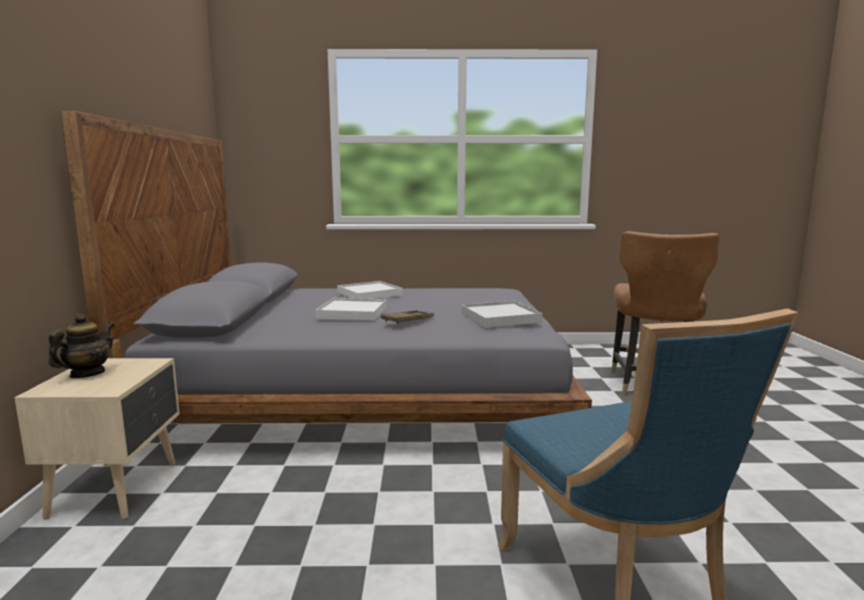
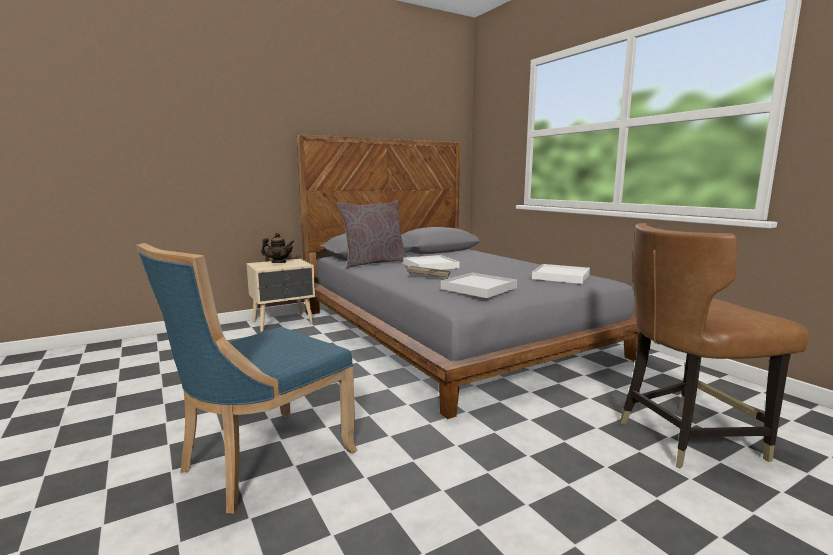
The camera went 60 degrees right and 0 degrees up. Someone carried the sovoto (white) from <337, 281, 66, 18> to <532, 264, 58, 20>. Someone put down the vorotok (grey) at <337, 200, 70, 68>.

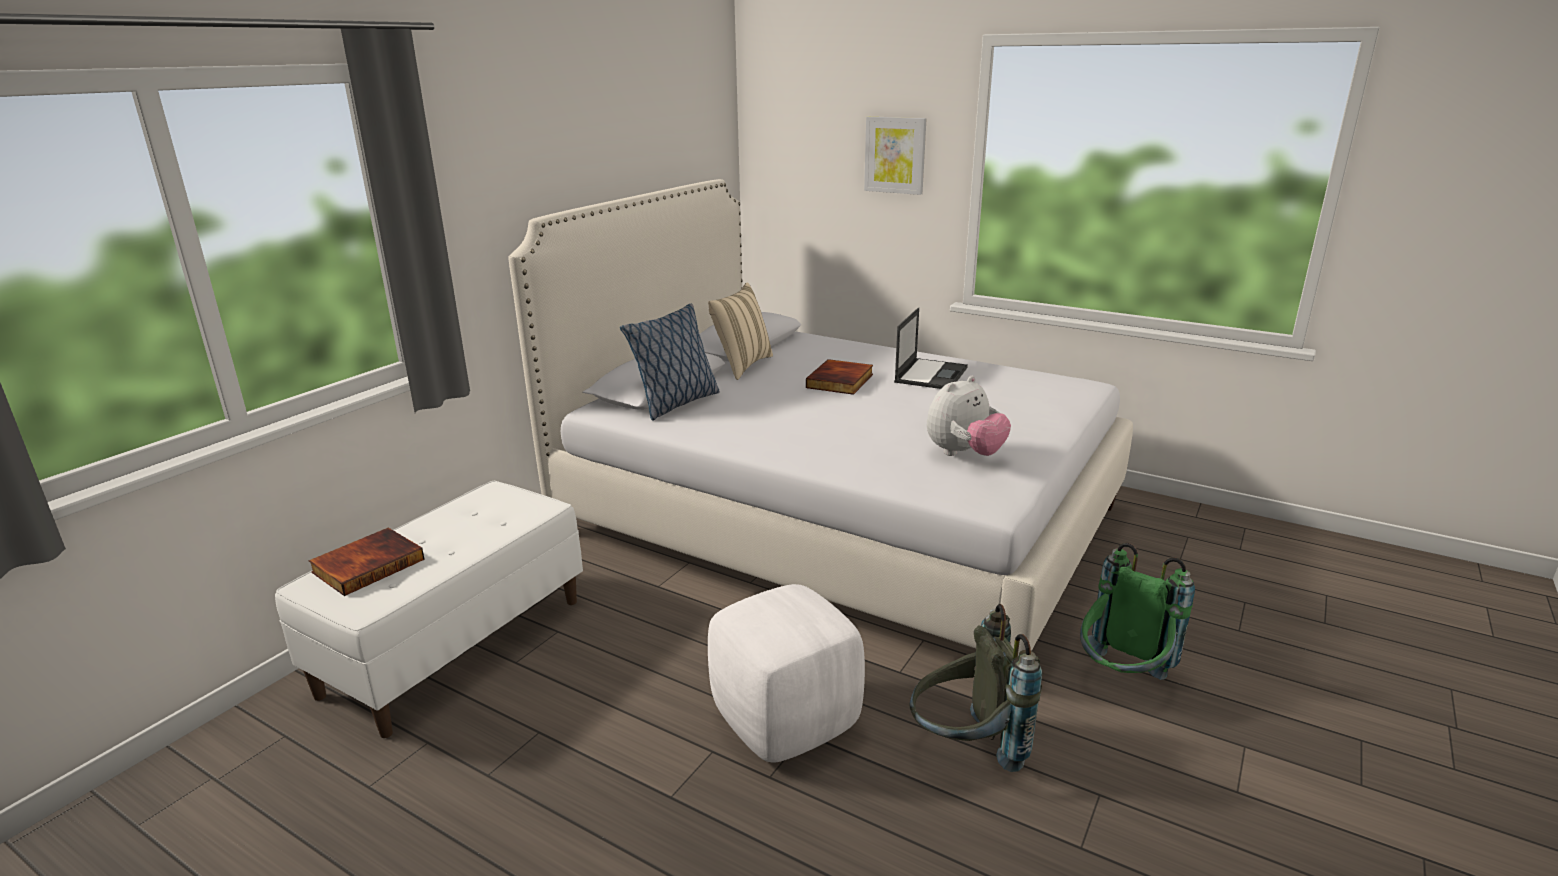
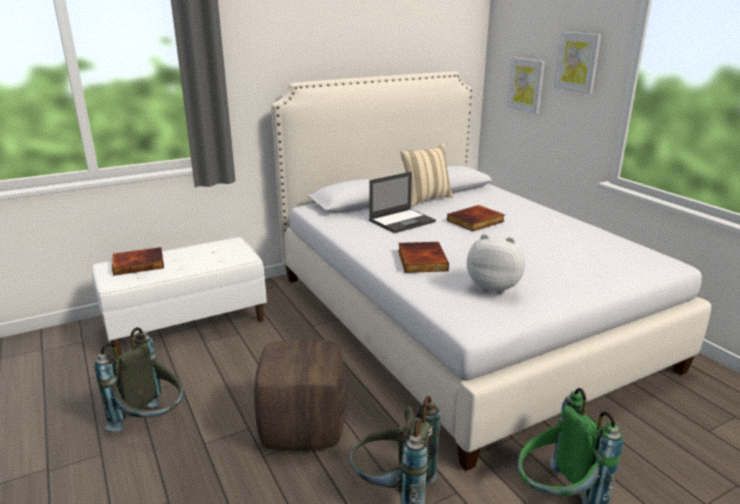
The camera went 30 degrees right and 0 degrees up. Someone took away the vorotok at <620, 304, 100, 117>. Someone repainted the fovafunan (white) at <708, 584, 157, 179>, which became the fovafunan (brown) at <254, 340, 92, 110>. Someone carried the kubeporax from <894, 308, 74, 81> to <369, 172, 67, 61>. Someone rotated the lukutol at <927, 376, 84, 80> by 150 degrees counterclockwise. Someone put down the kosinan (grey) at <94, 327, 89, 104>. Someone put down the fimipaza at <398, 242, 51, 31>. Someone put up the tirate at <507, 57, 38, 57>.

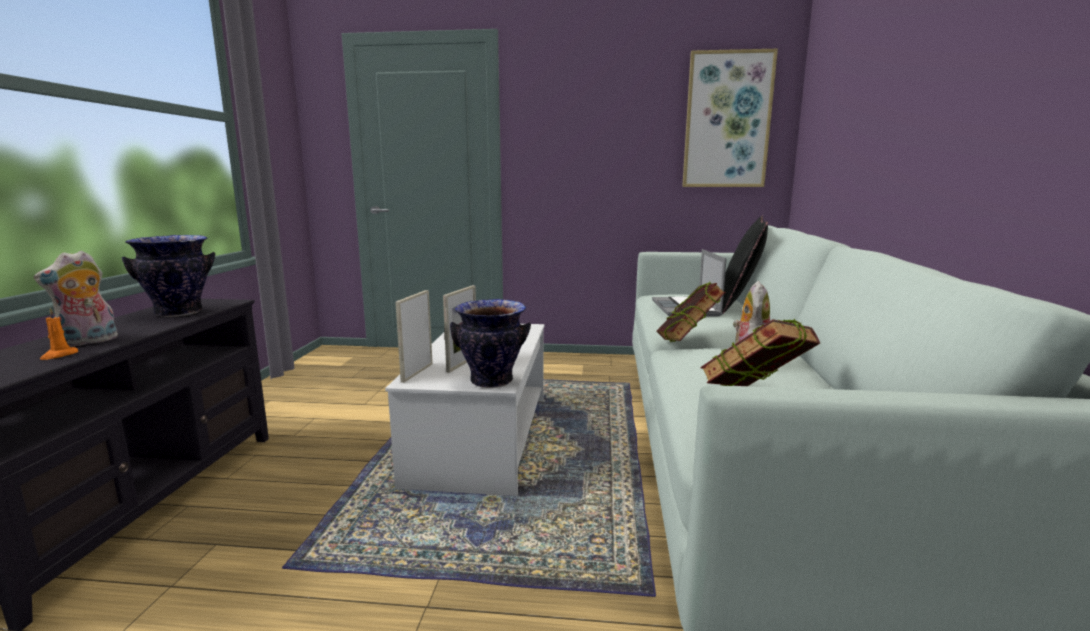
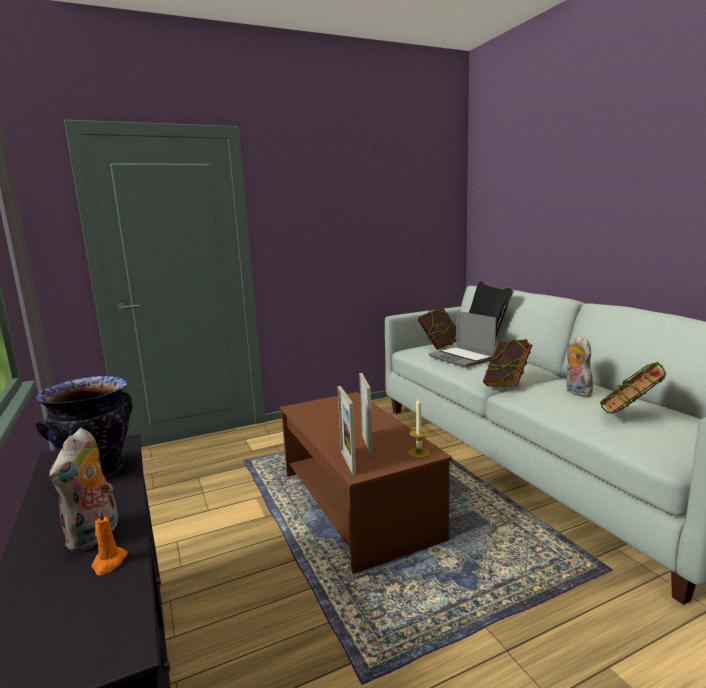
The camera went 30 degrees left and 0 degrees up. Someone repainted the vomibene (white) at <385, 324, 159, 172>, which became the vomibene (brown) at <280, 392, 172, 182>. Someone swapped the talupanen at <450, 299, 81, 89> for the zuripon at <408, 397, 22, 61>. Someone took away the tirate at <682, 49, 96, 138>. Someone put down the fimipaza at <418, 307, 38, 43>.

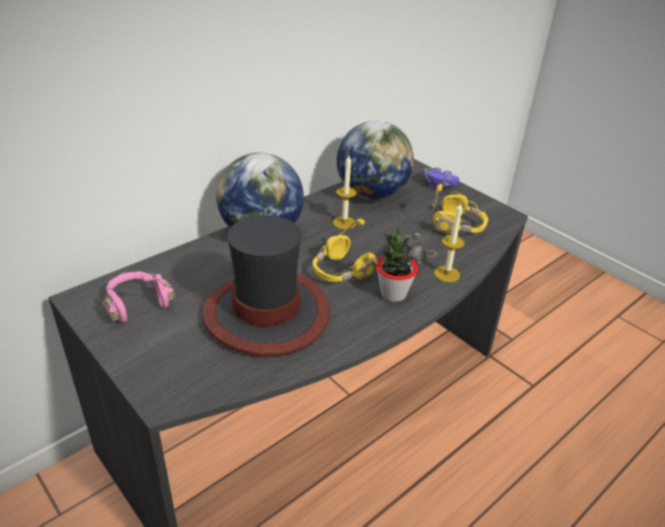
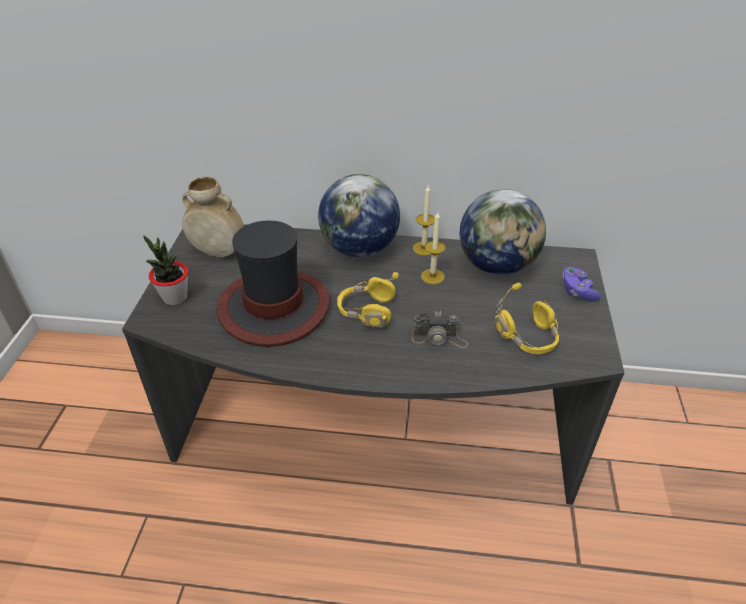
The camera went 50 degrees right and 5 degrees up. Someone swapped the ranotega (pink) at <103, 271, 72, 51> for the talupanen (beige) at <182, 176, 62, 81>. Someone carried the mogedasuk from <376, 228, 42, 74> to <144, 235, 44, 70>. Someone carried the zuripon from <434, 203, 31, 79> to <413, 185, 22, 71>.

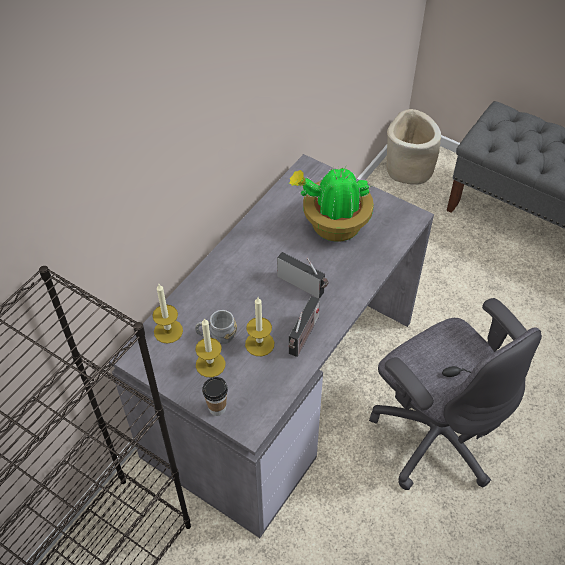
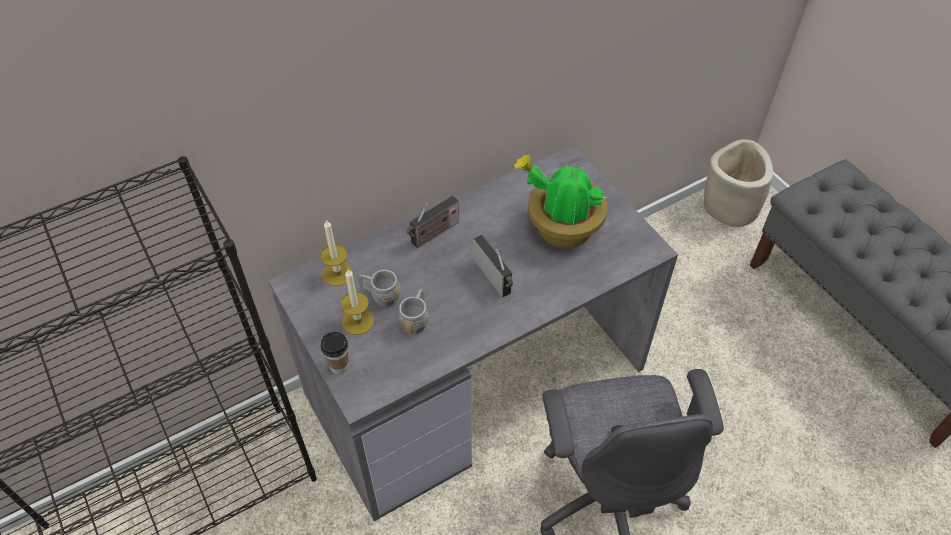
The camera went 25 degrees right and 0 degrees up. Someone swapped the zuripon at <245, 297, 29, 59> for the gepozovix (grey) at <398, 289, 30, 46>. Someone carried the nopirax from <289, 296, 31, 61> to <407, 196, 52, 52>.

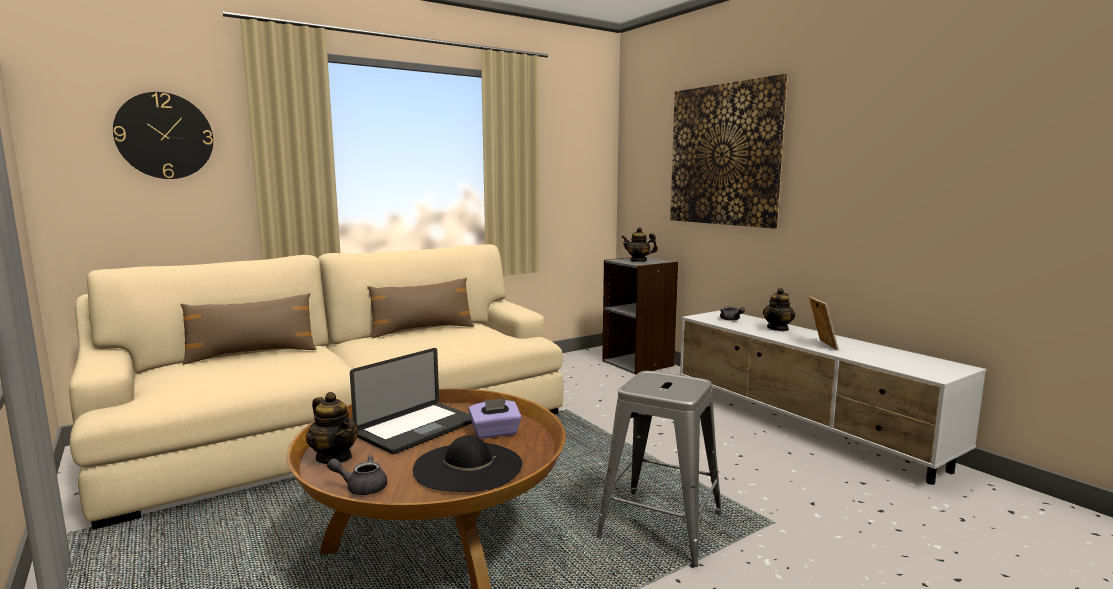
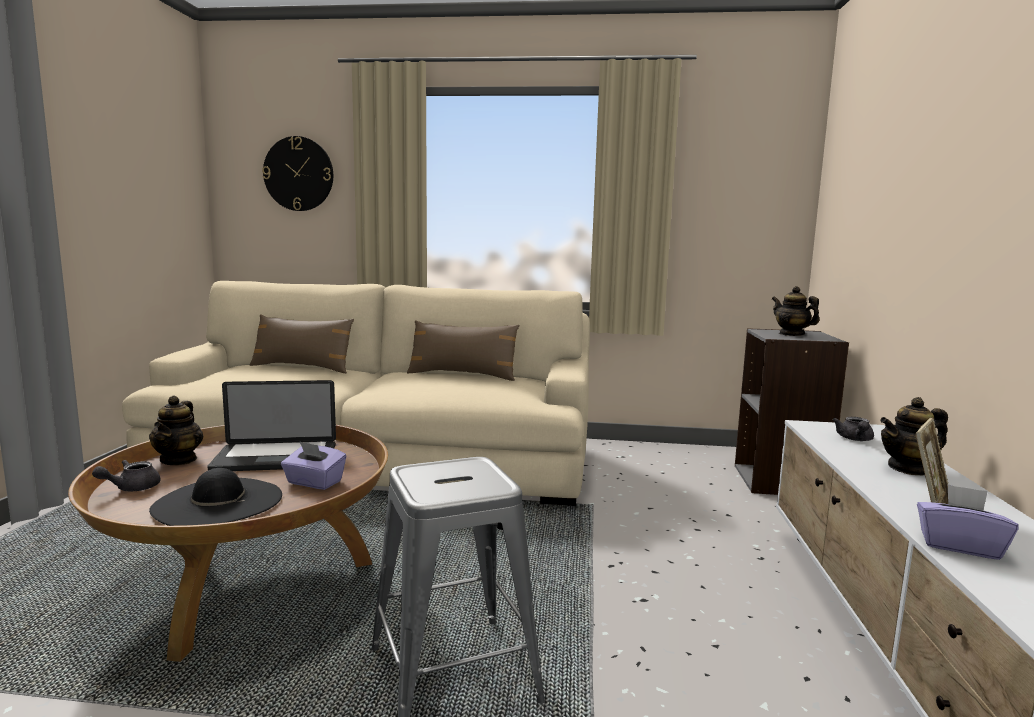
The camera went 40 degrees right and 0 degrees up. Someone rotated the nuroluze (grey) at <327, 455, 60, 40> by 90 degrees counterclockwise. Someone took away the tirate at <670, 74, 118, 154>. Someone put down the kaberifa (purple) at <917, 484, 102, 76>.

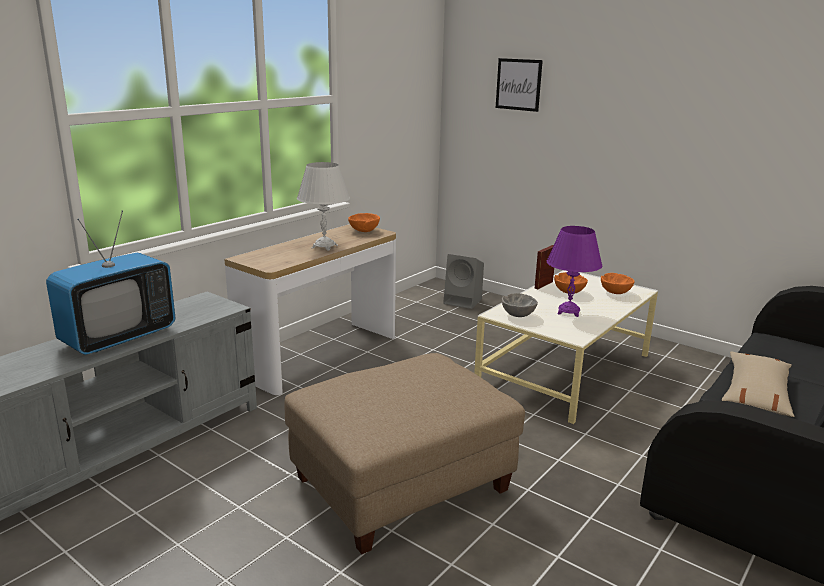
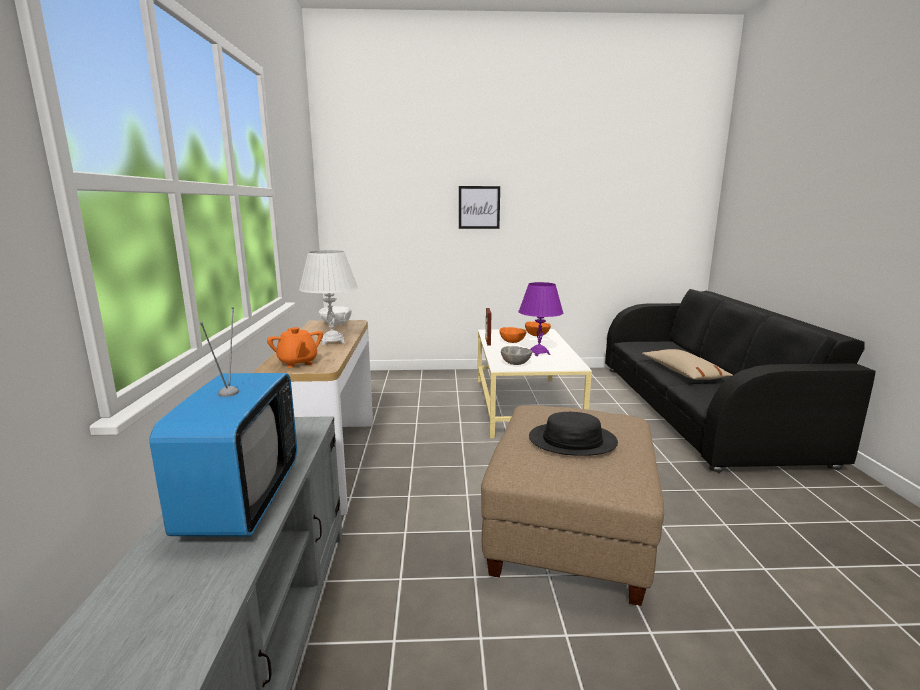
The camera went 40 degrees left and 5 degrees down. Someone repainted the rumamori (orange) at <348, 213, 32, 19>, which became the rumamori (white) at <319, 306, 33, 19>. Someone took away the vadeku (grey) at <443, 254, 41, 55>. Someone carried the tirate from <496, 58, 47, 54> to <459, 186, 41, 43>. Someone put down the nuroluze (orange) at <267, 327, 56, 41>. Someone put down the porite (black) at <529, 412, 89, 44>.

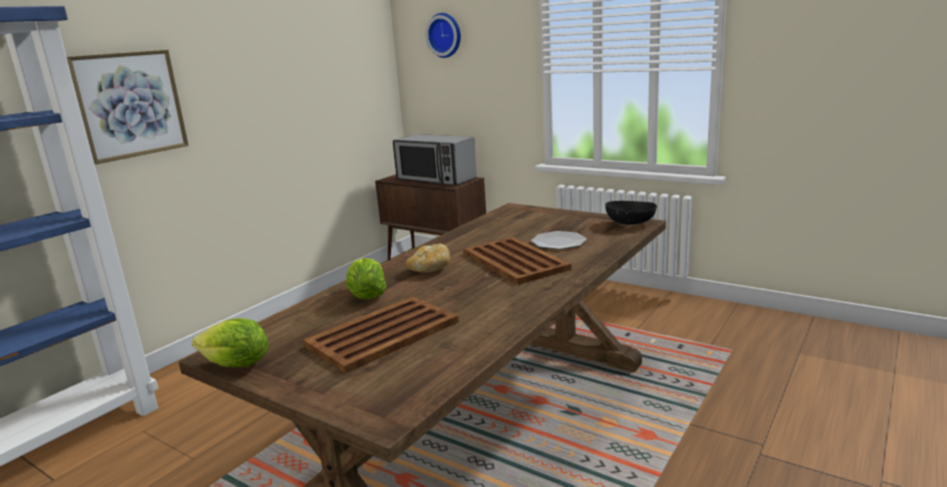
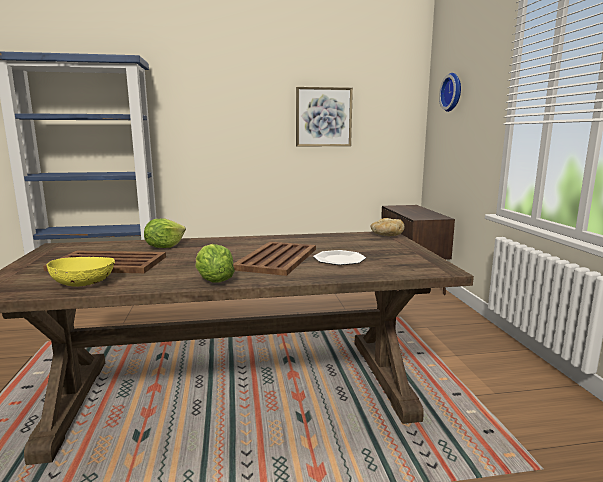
The camera went 45 degrees right and 5 degrees down. Someone carried the tirate from <67, 50, 122, 115> to <296, 87, 57, 59>. Someone carried the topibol from <192, 318, 77, 49> to <195, 244, 40, 38>. Someone took away the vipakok at <393, 134, 84, 51>. Someone carried the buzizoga from <406, 244, 44, 29> to <370, 218, 35, 18>. Someone took away the rumamori (black) at <605, 201, 52, 24>. Someone put down the rumamori (yellow) at <47, 257, 68, 30>.

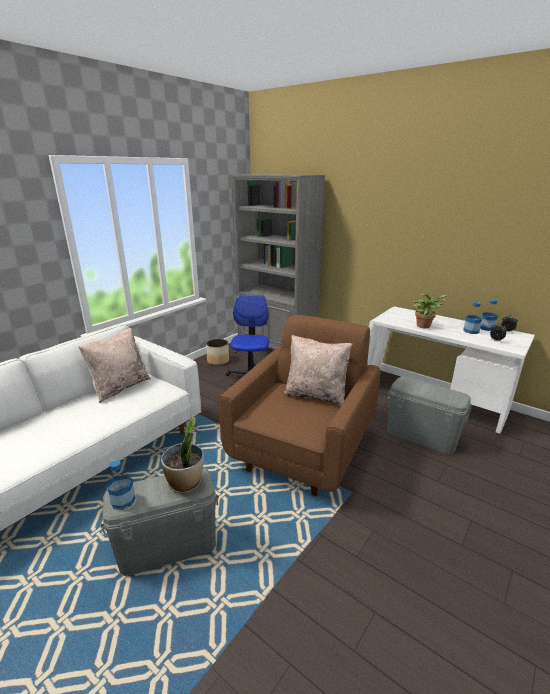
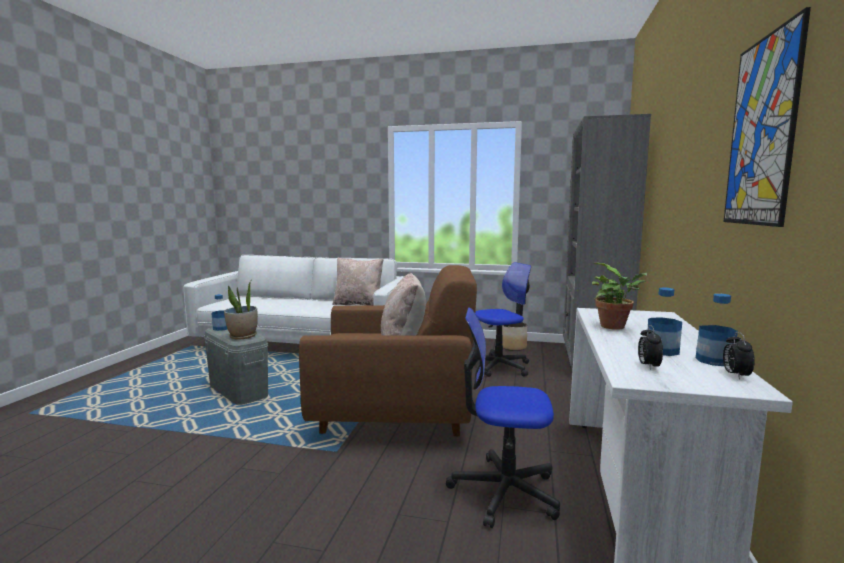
The camera went 65 degrees right and 15 degrees down. Someone swapped the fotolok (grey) at <387, 377, 85, 77> for the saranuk at <446, 307, 114, 221>. Someone put up the tirate at <724, 7, 87, 220>.

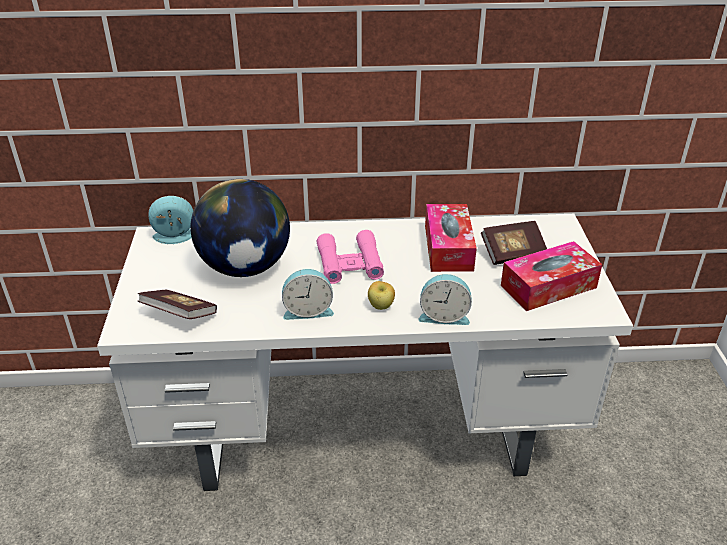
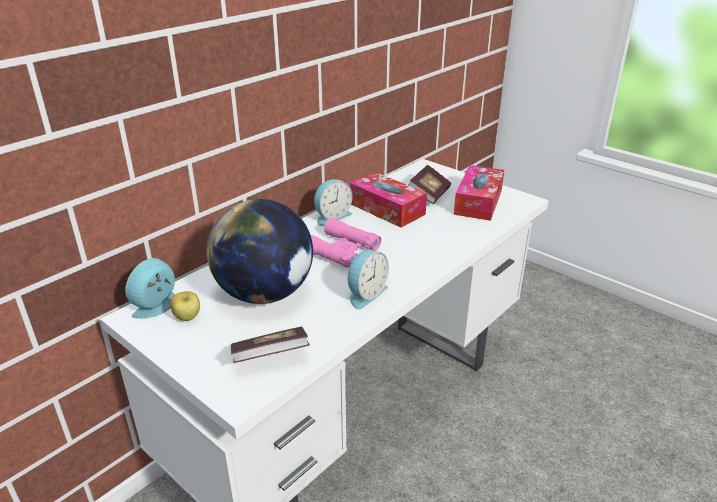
The camera went 45 degrees left and 5 degrees down. Someone carried the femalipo from <368, 281, 27, 29> to <170, 291, 30, 30>. Someone carried the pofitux from <418, 274, 54, 51> to <314, 179, 38, 47>.

